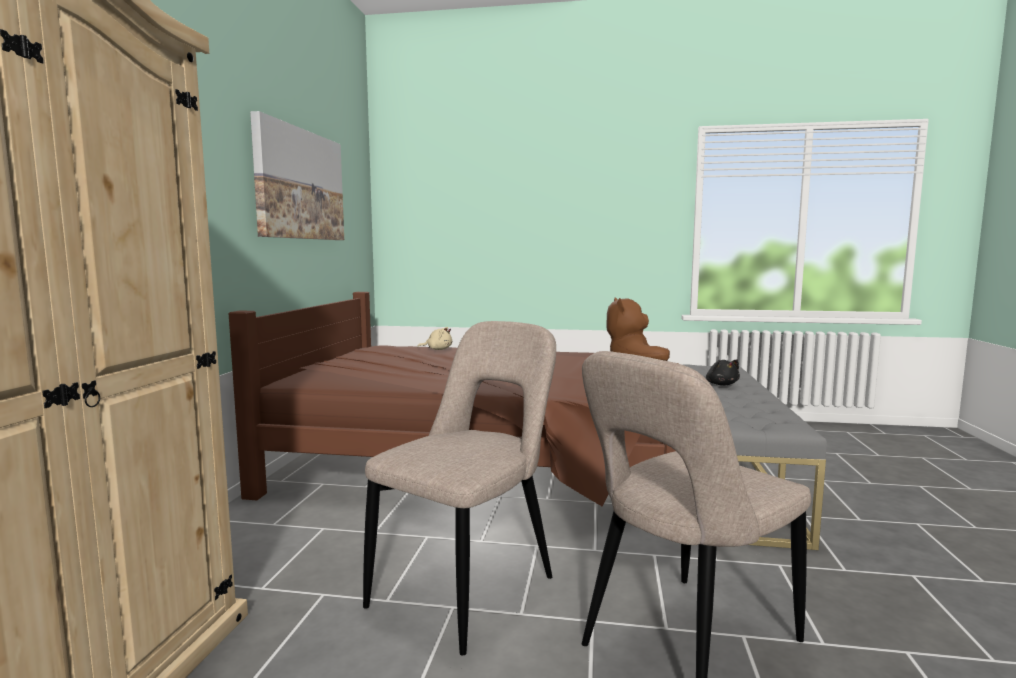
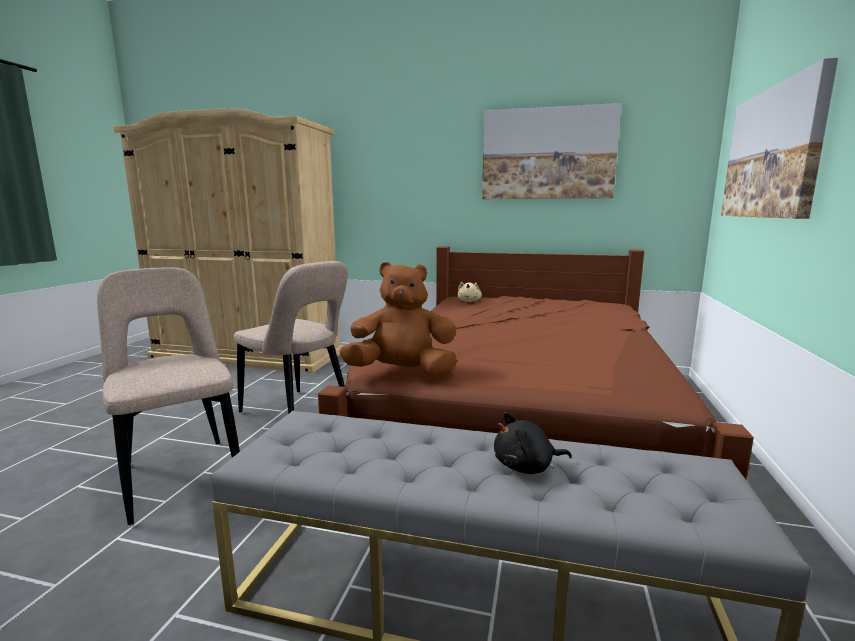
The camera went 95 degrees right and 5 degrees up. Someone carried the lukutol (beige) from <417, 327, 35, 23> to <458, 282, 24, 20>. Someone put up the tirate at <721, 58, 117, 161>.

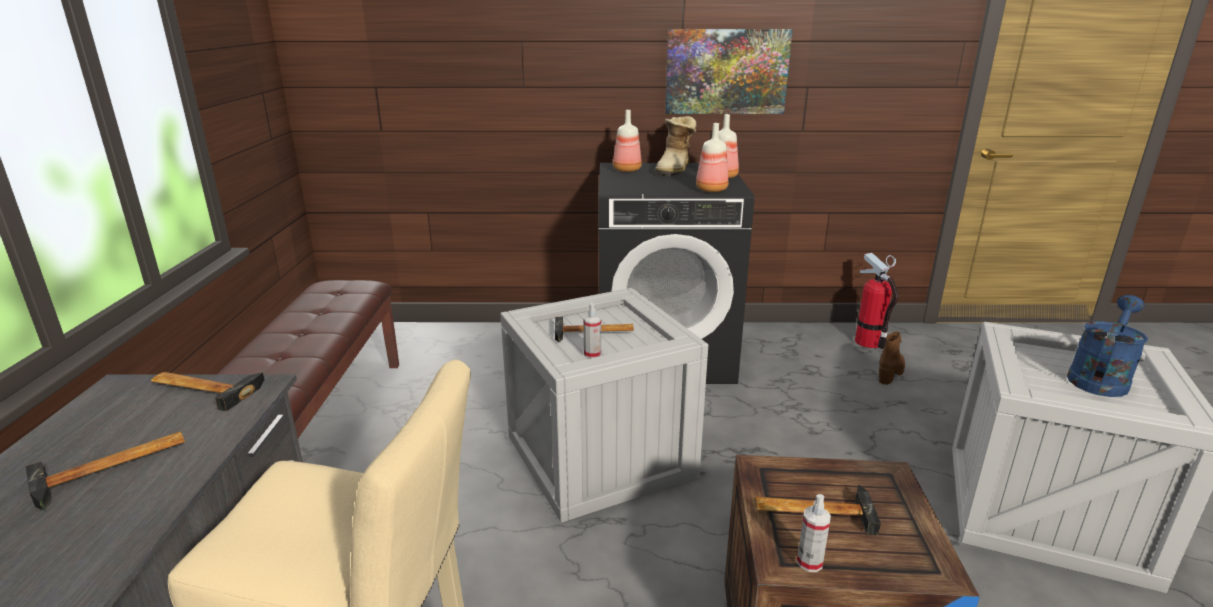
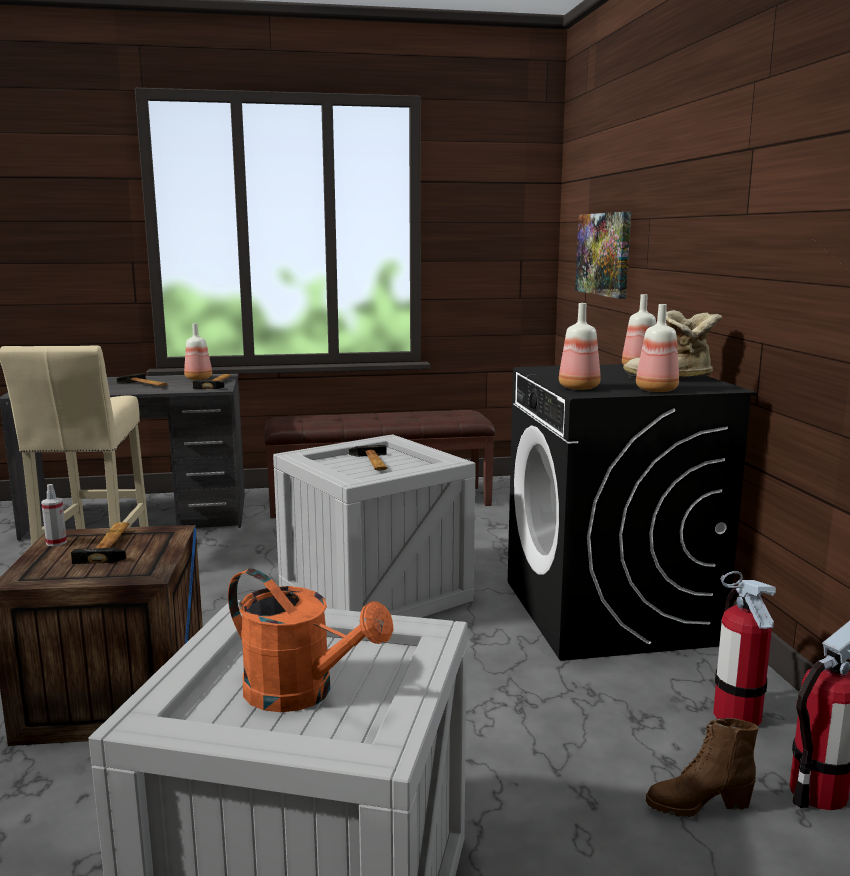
The camera went 80 degrees right and 10 degrees down. Someone took away the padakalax at <583, 303, 18, 56>. Someone carried the tirate from <665, 29, 128, 85> to <575, 212, 56, 87>. Someone rotated the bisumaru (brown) at <879, 331, 26, 54> by 150 degrees clockwise. Someone repainted the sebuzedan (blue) at <1067, 295, 81, 102>, which became the sebuzedan (orange) at <228, 569, 166, 143>. Someone put down the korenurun at <184, 323, 28, 57>. Someone put down the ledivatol at <713, 571, 63, 155>.

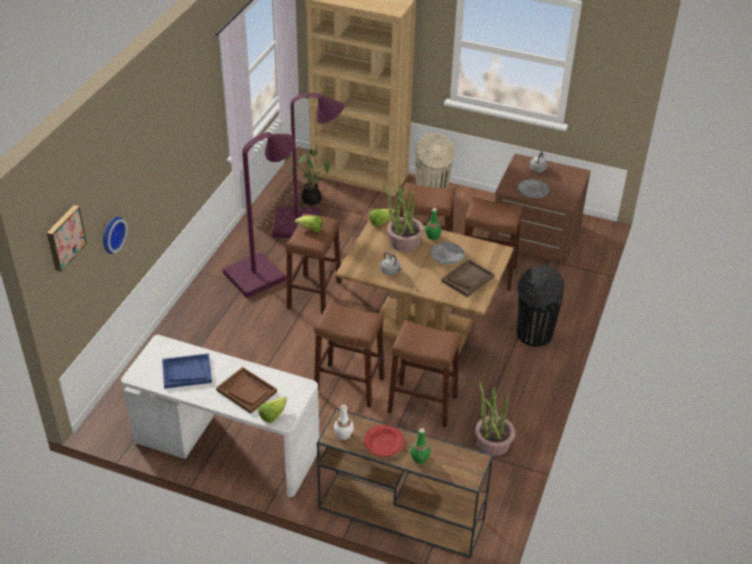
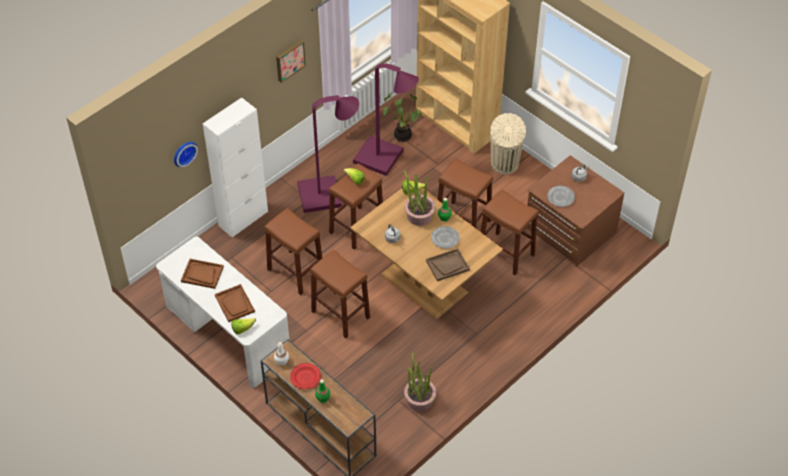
The camera went 25 degrees right and 10 degrees up. Someone carried the tirate from <47, 205, 40, 67> to <276, 40, 30, 43>. Someone repainted the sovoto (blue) at <162, 353, 50, 36>, which became the sovoto (brown) at <181, 259, 43, 30>. Someone carried the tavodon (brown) from <387, 320, 74, 107> to <264, 208, 58, 87>. Someone took away the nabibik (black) at <517, 265, 47, 82>. Someone put down the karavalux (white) at <203, 97, 65, 141>.

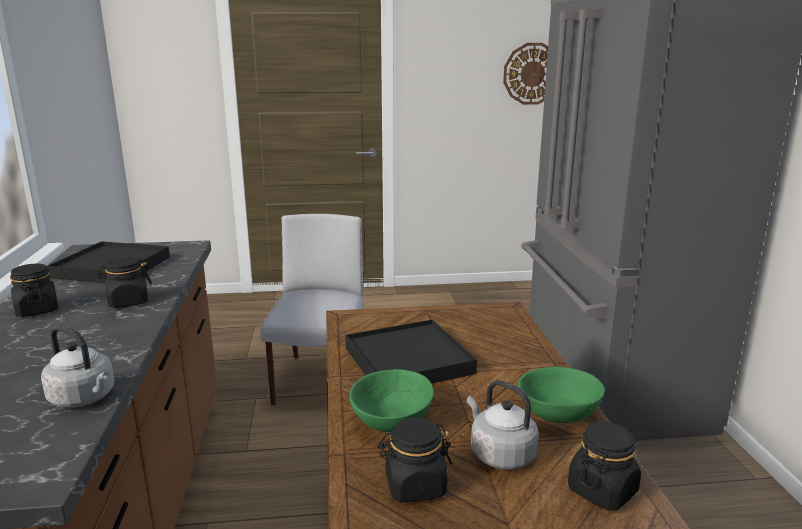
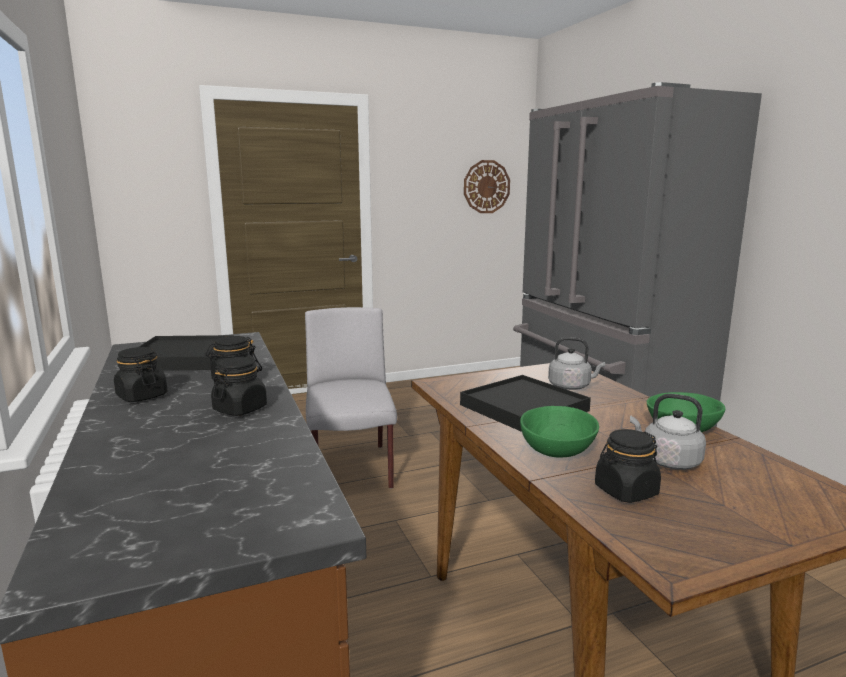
The camera went 15 degrees left and 5 degrees down. Someone carried the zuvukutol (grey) from <41, 326, 73, 82> to <548, 337, 57, 53>. Someone carried the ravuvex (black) from <568, 422, 73, 89> to <211, 357, 56, 59>.

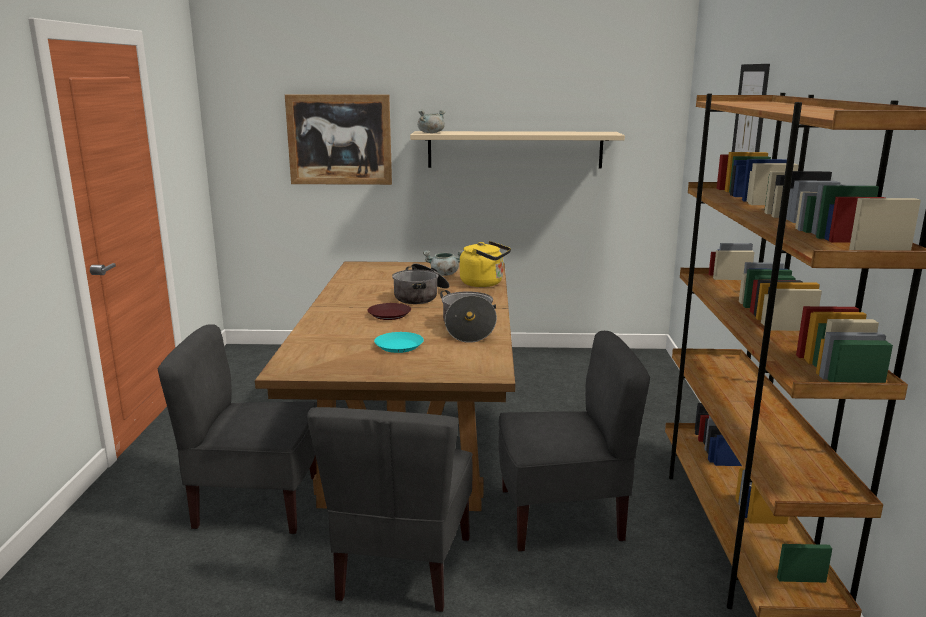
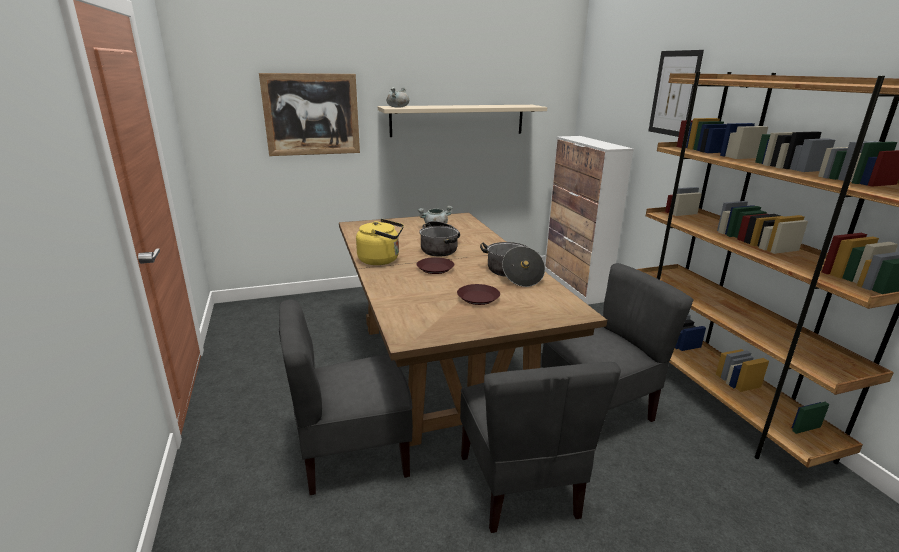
The camera went 20 degrees left and 5 degrees up. Someone repainted the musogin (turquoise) at <374, 332, 50, 21>, which became the musogin (brown) at <457, 284, 43, 21>. Someone carried the zuvukutol (yellow) from <460, 241, 51, 46> to <356, 219, 48, 46>. Someone put down the karavalux at <545, 136, 89, 168>.

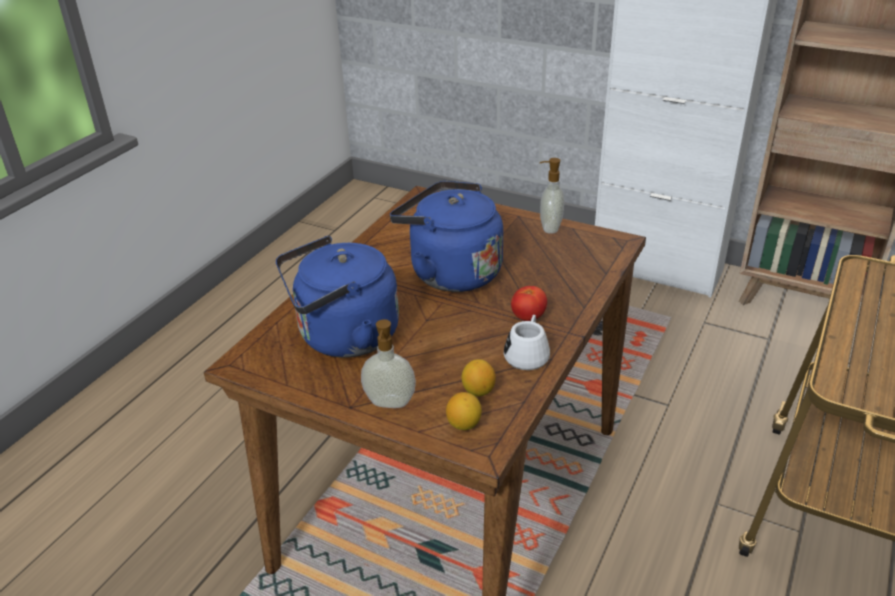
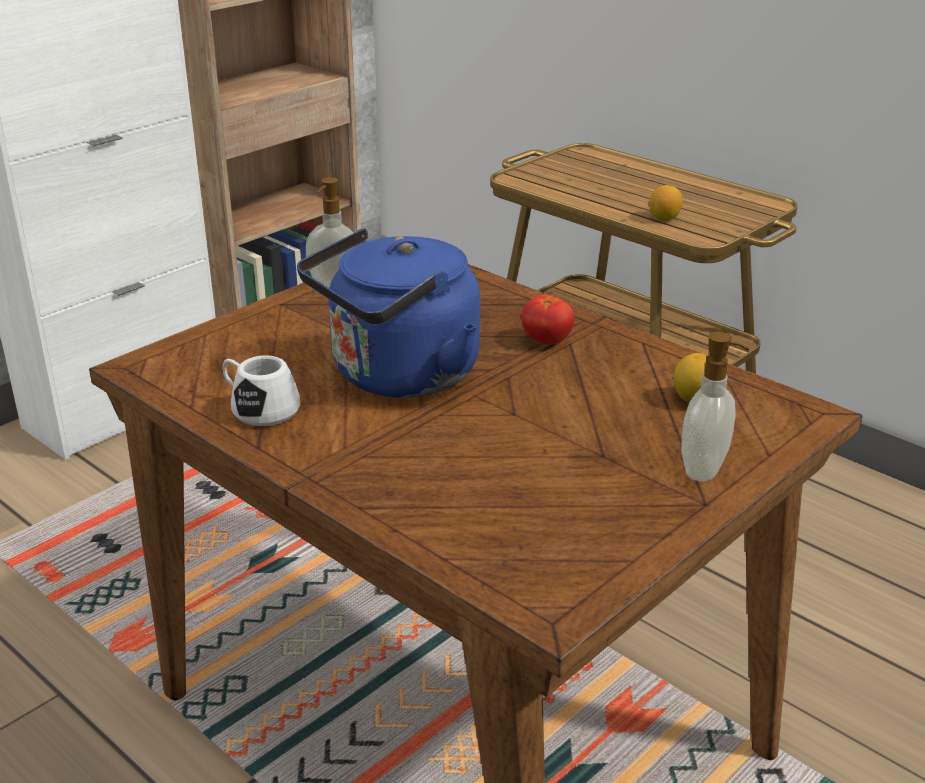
The camera went 75 degrees left and 5 degrees down. Someone took away the zuvukutol (blue) at <276, 236, 123, 122>. Someone carried the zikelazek from <446, 392, 36, 38> to <649, 185, 34, 36>. Someone carried the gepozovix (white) from <504, 315, 46, 55> to <222, 355, 78, 71>.

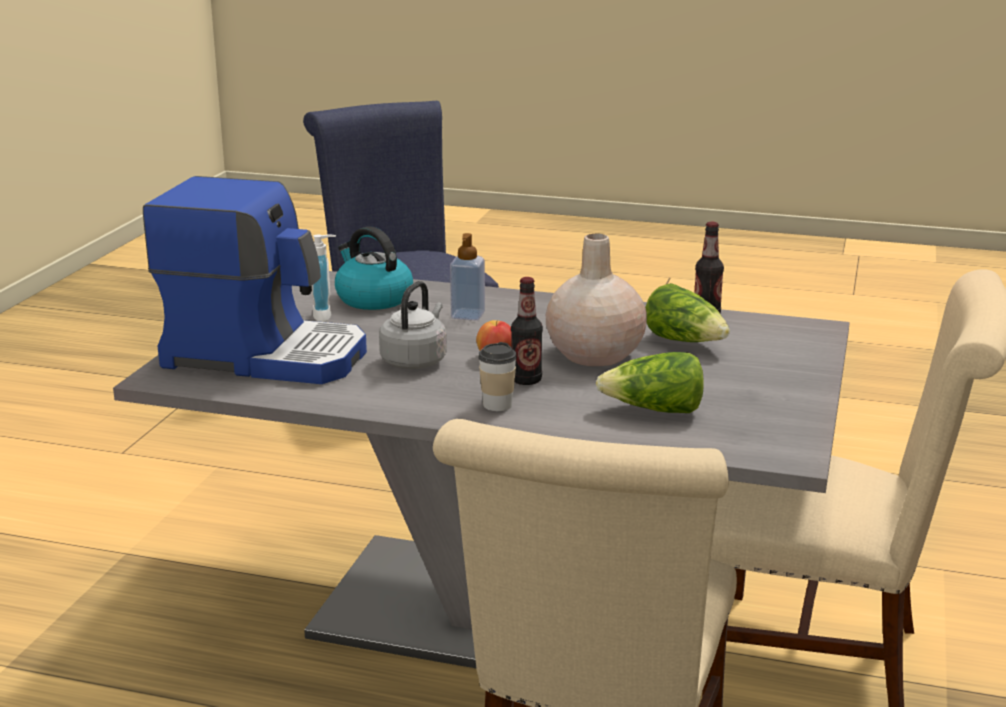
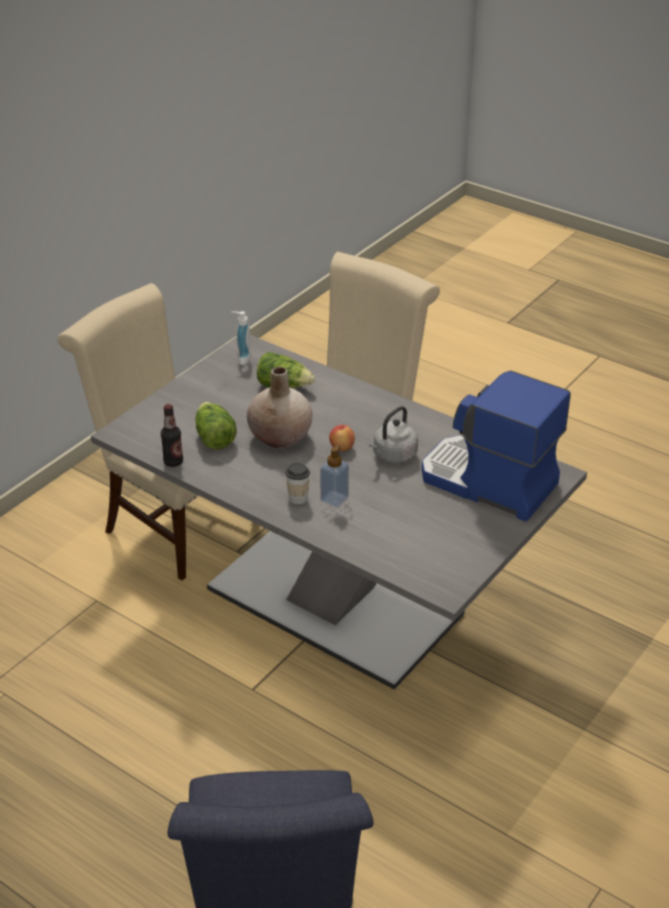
The camera went 160 degrees left and 15 degrees up. Someone carried the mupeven from <311, 235, 25, 87> to <231, 311, 20, 54>. Someone took away the zuvukutol at <335, 226, 78, 84>. Someone carried the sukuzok from <478, 342, 39, 69> to <286, 463, 24, 42>. Someone took away the korenurun at <511, 277, 32, 108>.

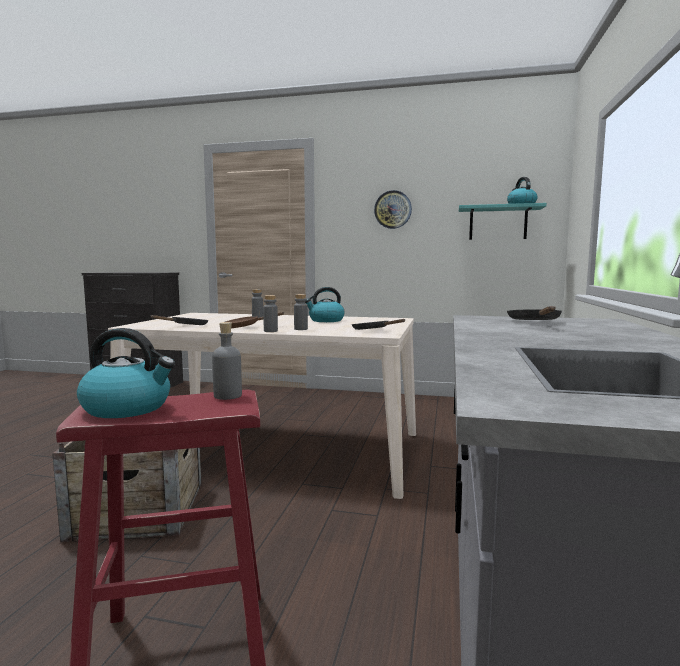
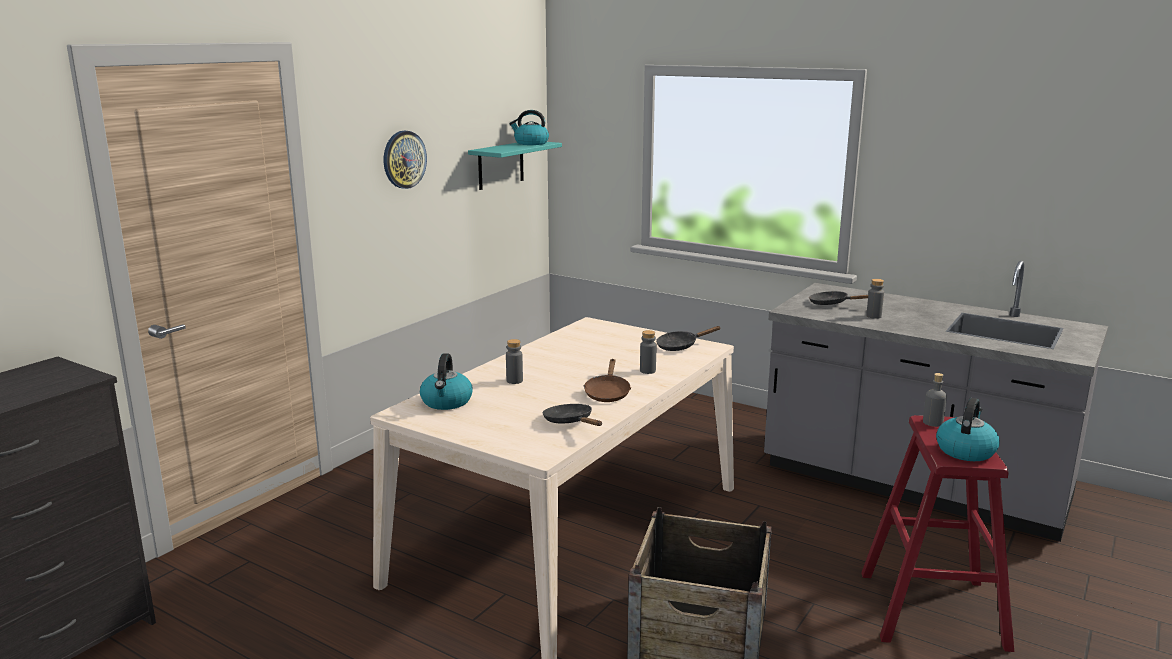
The camera went 70 degrees left and 10 degrees up. Someone carried the korenurun (grey) from <263, 295, 15, 37> to <866, 279, 18, 40>. Someone carried the zuvukutol from <305, 287, 40, 35> to <420, 353, 53, 57>.

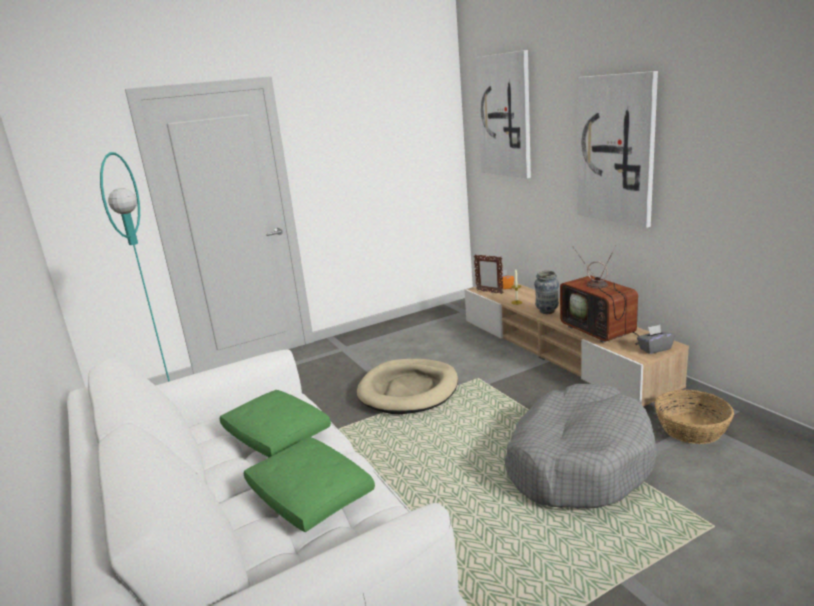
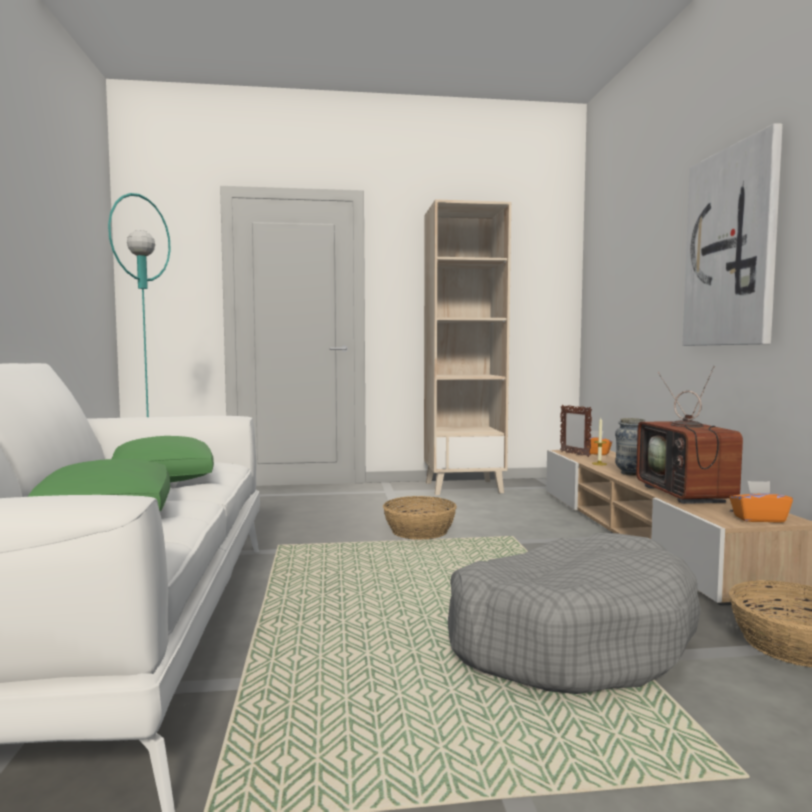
The camera went 20 degrees right and 15 degrees down. Someone swapped the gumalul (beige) at <357, 359, 101, 55> for the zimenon at <383, 496, 74, 44>. Someone took away the tirate at <476, 50, 55, 128>. Someone repainted the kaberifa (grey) at <637, 325, 38, 29>, which became the kaberifa (orange) at <729, 481, 64, 42>. Someone put down the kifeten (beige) at <424, 199, 87, 296>.

